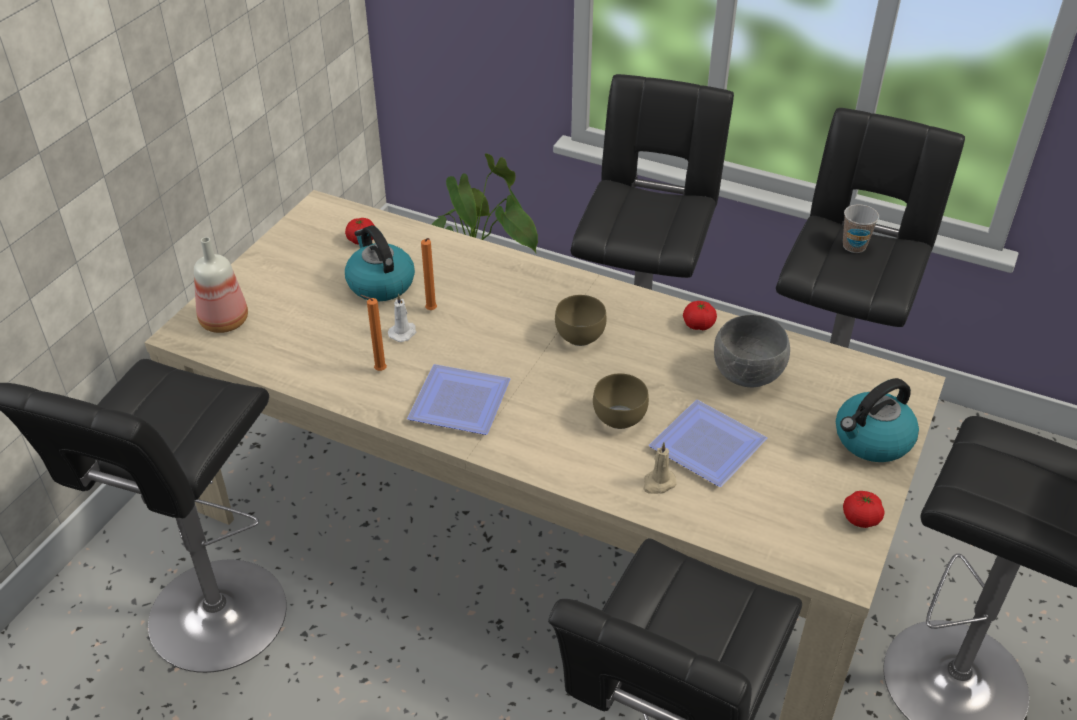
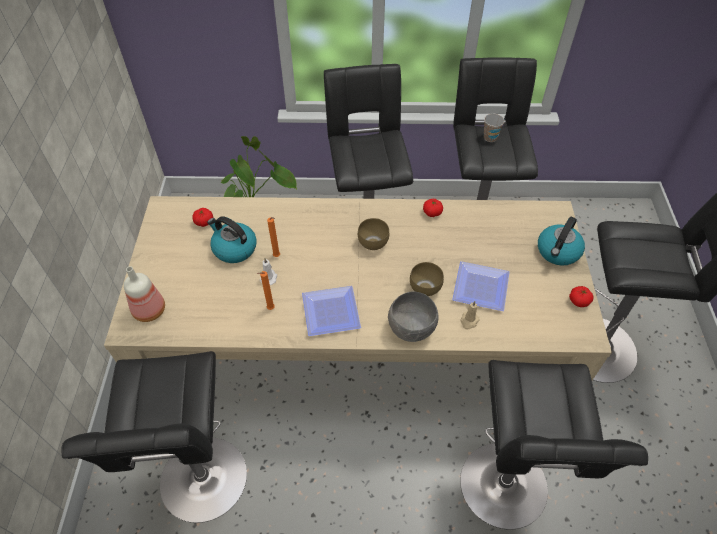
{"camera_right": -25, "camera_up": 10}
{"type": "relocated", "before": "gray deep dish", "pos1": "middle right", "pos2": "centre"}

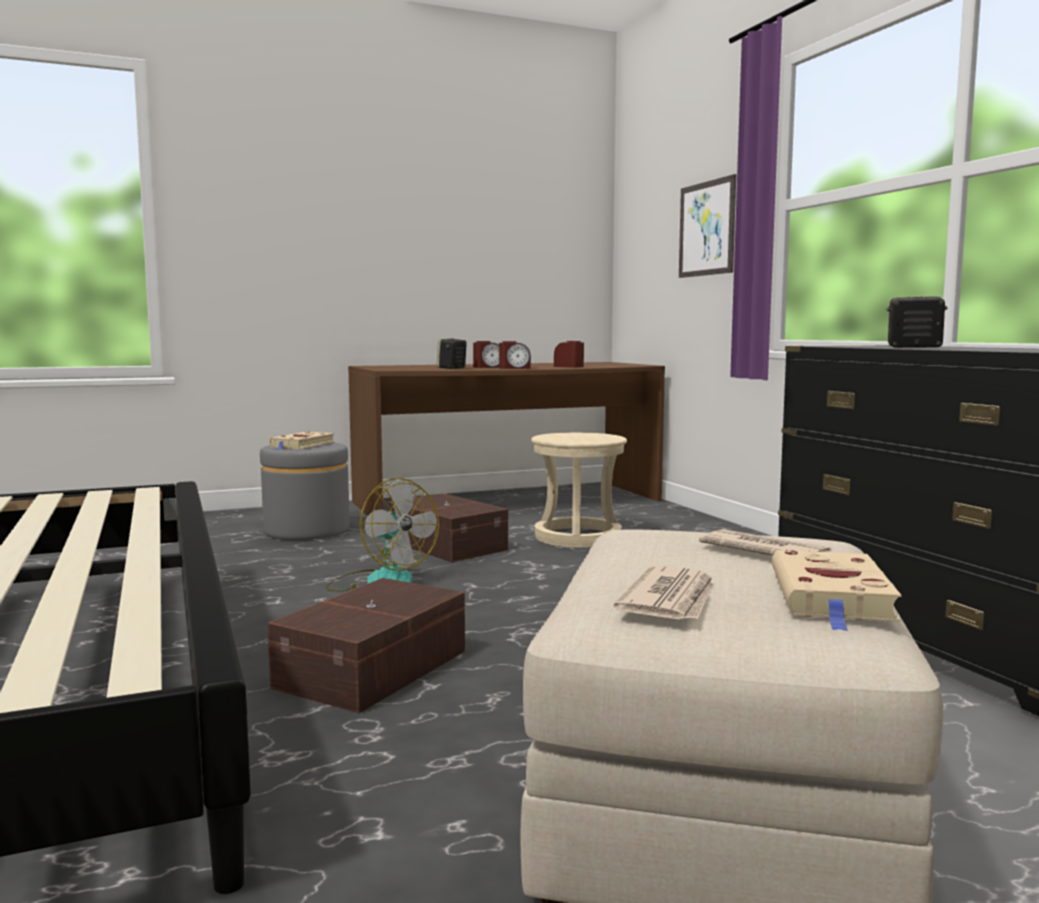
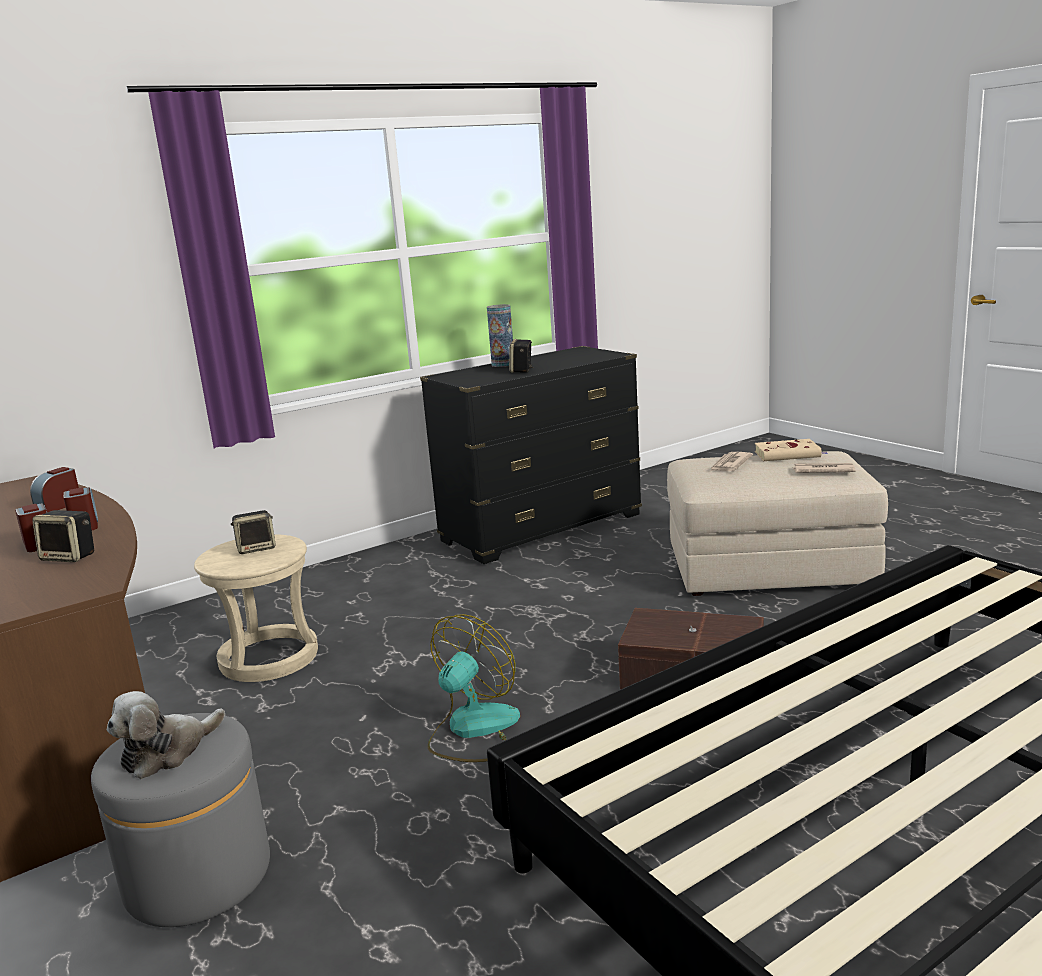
{"camera_right": -100, "camera_up": 10}
{"type": "missing", "before": "wall art", "pos1": "top right"}
{"type": "exchanged", "before": "beige-coloured volume (no. 1 from left)", "after": "plush toy", "pos1": "middle left", "pos2": "bottom left"}
{"type": "missing", "before": "brownish storage box (no. 2 from left)", "pos1": "centre"}
{"type": "appeared", "after": "decorative vase", "pos2": "centre"}
{"type": "appeared", "after": "loudspeaker (no. 2 from left)", "pos2": "middle left"}

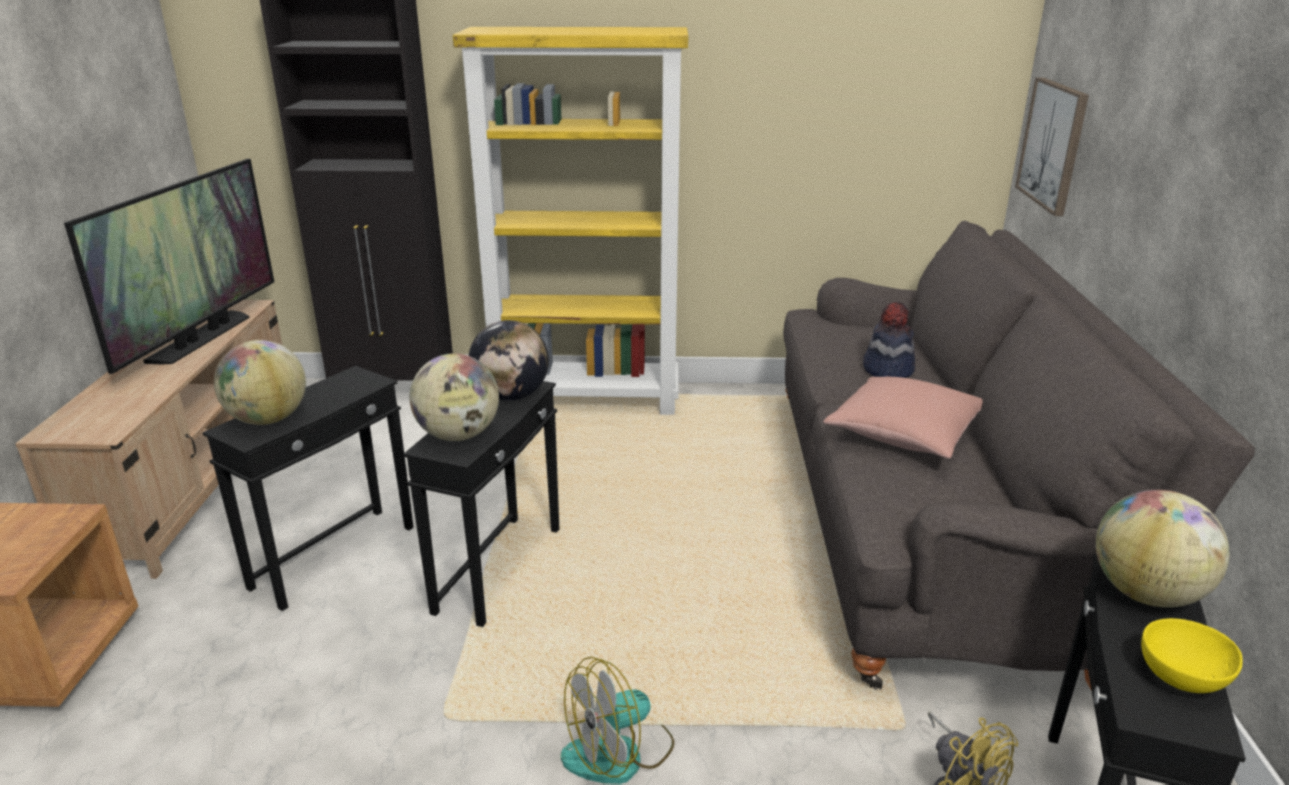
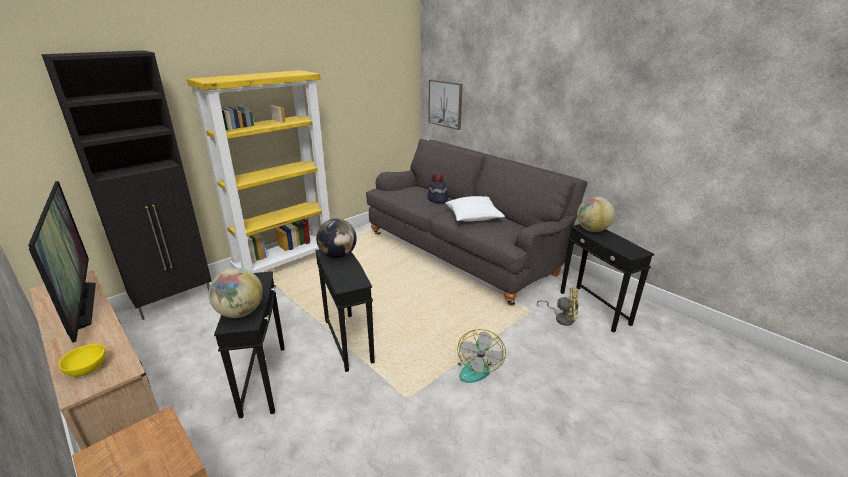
{"camera_right": -45, "camera_up": 0}
{"type": "missing", "before": "globe (no. 2 from left)", "pos1": "centre"}
{"type": "colour", "before": "pink cushion", "after": "white cushion", "pos1": "middle right", "pos2": "centre"}
{"type": "relocated", "before": "yellowish deep dish", "pos1": "bottom right", "pos2": "bottom left"}

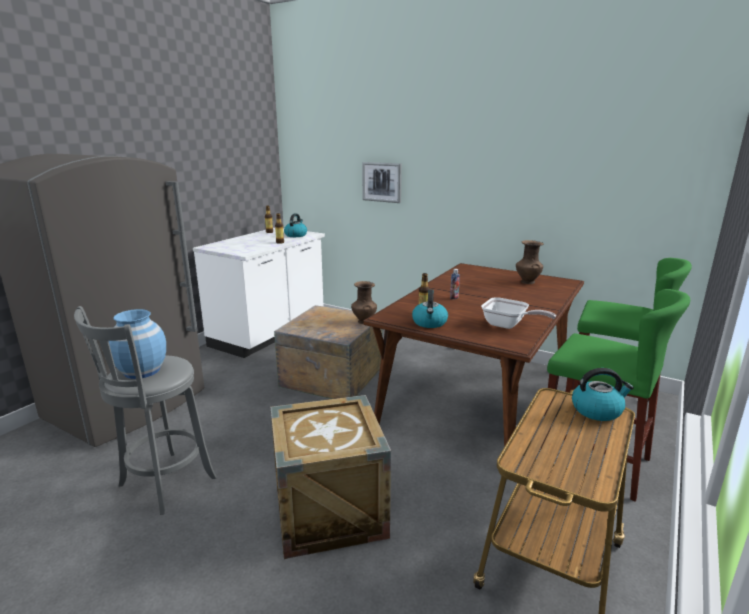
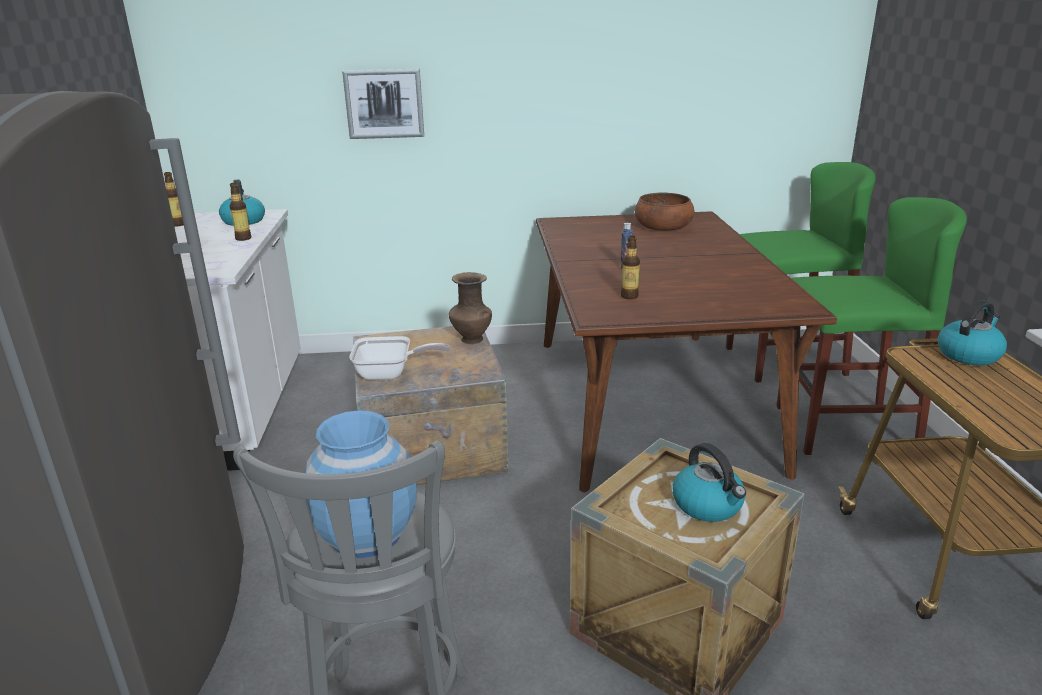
{"camera_right": -35, "camera_up": 5}
{"type": "exchanged", "before": "brownish decorative vase (no. 2 from left)", "after": "brownish deep dish", "pos1": "middle right", "pos2": "top centre"}
{"type": "relocated", "before": "tea kettle (no. 2 from left)", "pos1": "centre", "pos2": "bottom right"}
{"type": "relocated", "before": "skillet", "pos1": "middle right", "pos2": "centre"}

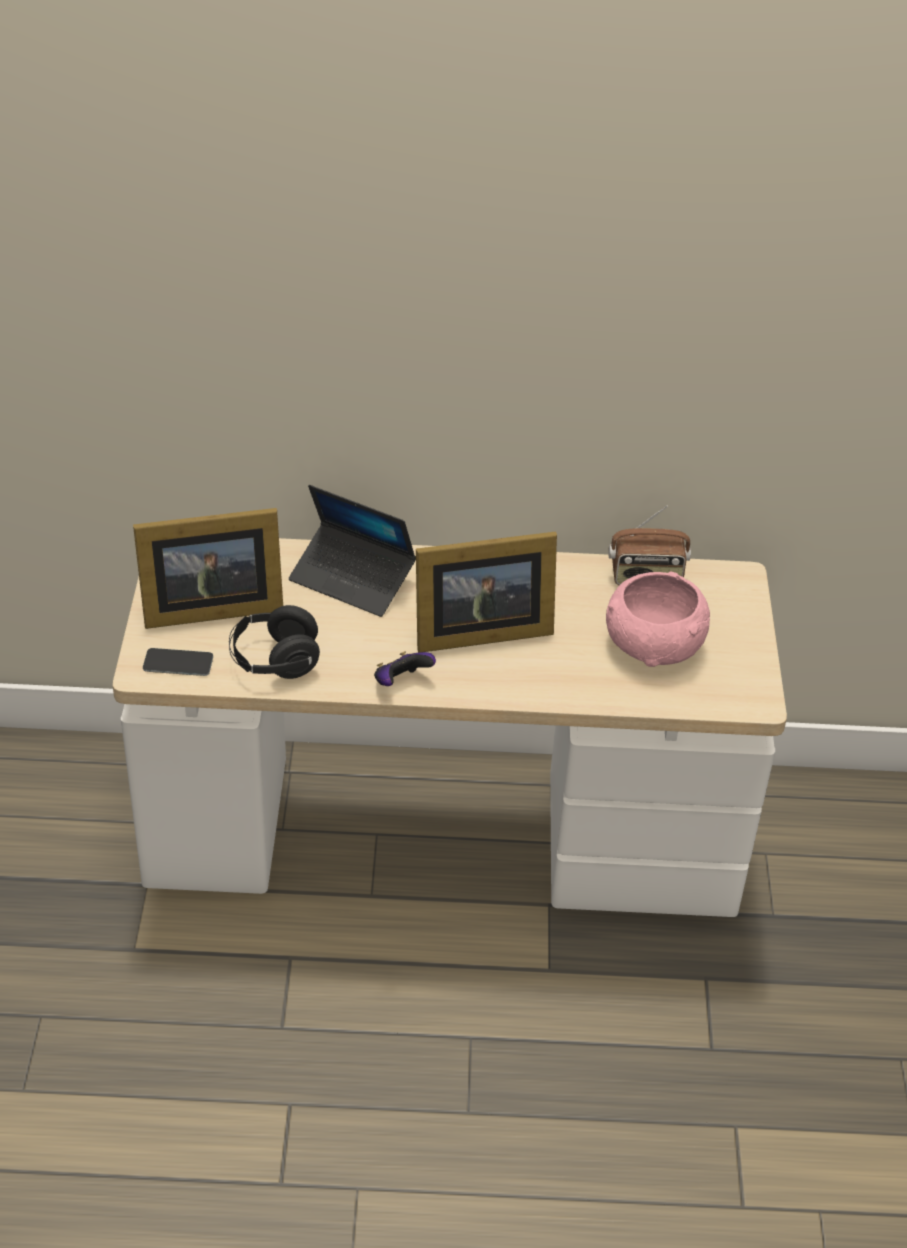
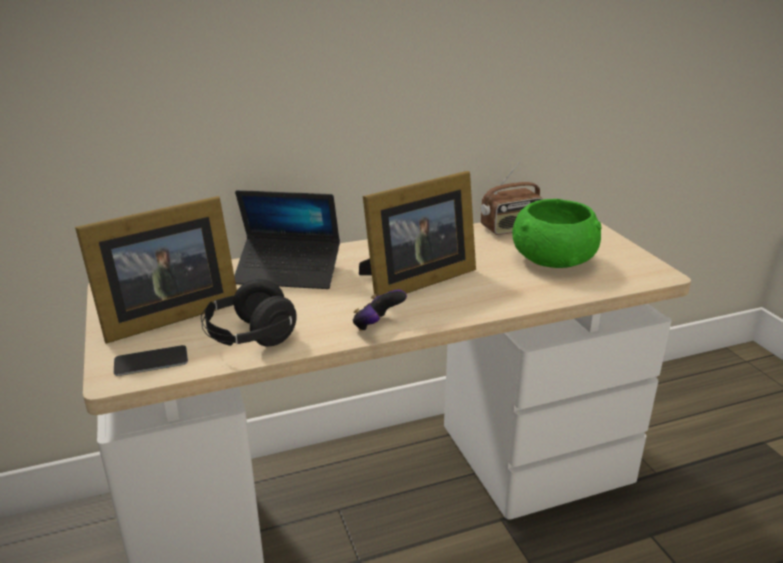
{"camera_right": -20, "camera_up": -15}
{"type": "colour", "before": "pink deep dish", "after": "green deep dish", "pos1": "middle right", "pos2": "middle right"}

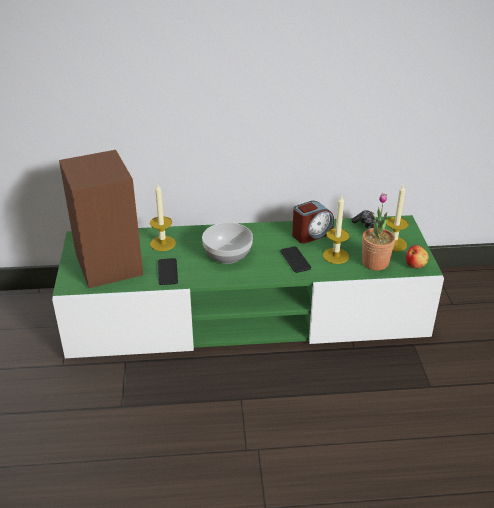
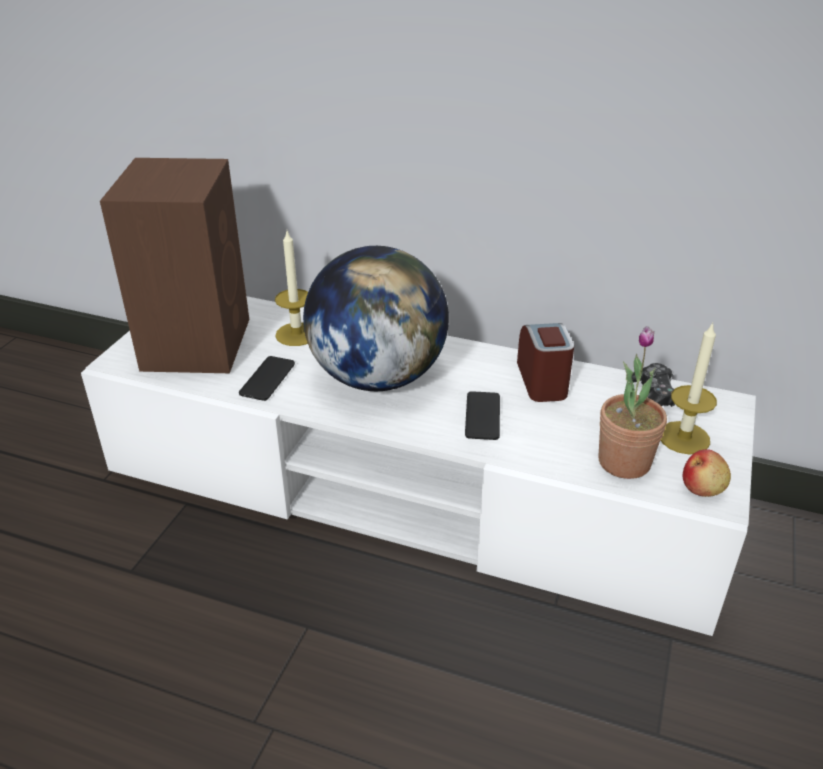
{"camera_right": 25, "camera_up": 0}
{"type": "missing", "before": "wax light (no. 2 from left)", "pos1": "middle right"}
{"type": "spun", "before": "table clock", "pos1": "centre", "pos2": "centre", "turn": -90}
{"type": "colour", "before": "green tv stand", "after": "white tv stand", "pos1": "centre", "pos2": "centre"}
{"type": "exchanged", "before": "deep dish", "after": "globe", "pos1": "centre", "pos2": "centre"}

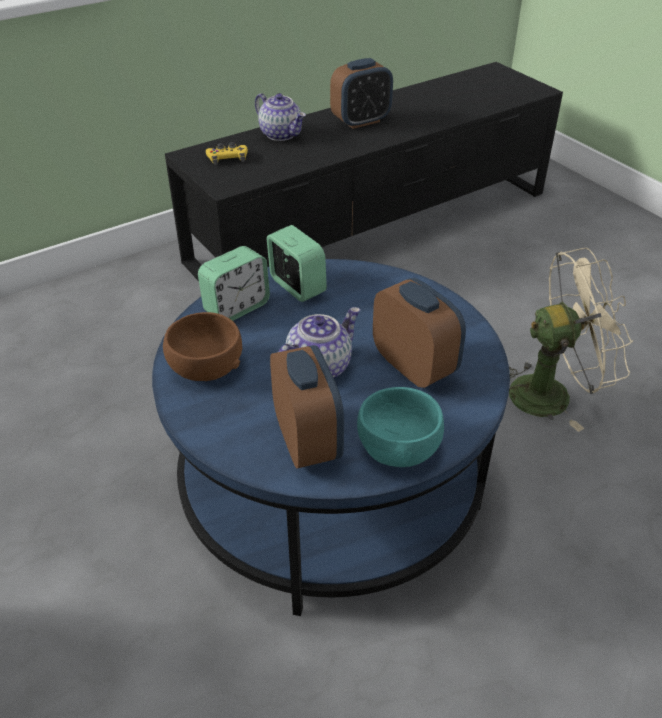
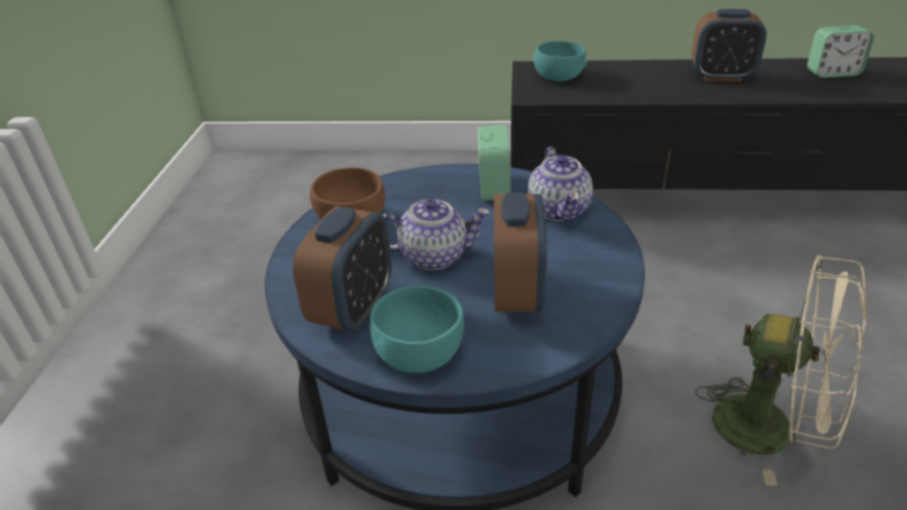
{"camera_right": 40, "camera_up": -5}
{"type": "relocated", "before": "tea pot (no. 1 from left in the first image)", "after": "tea pot (no. 2 from left)", "pos1": "top centre", "pos2": "centre"}
{"type": "exchanged", "before": "yellowish game controller", "after": "turquoise deep dish (no. 2 from left)", "pos1": "top centre", "pos2": "top centre"}
{"type": "relocated", "before": "table clock (no. 1 from left in the first image)", "after": "table clock (no. 5 from left)", "pos1": "centre", "pos2": "top right"}

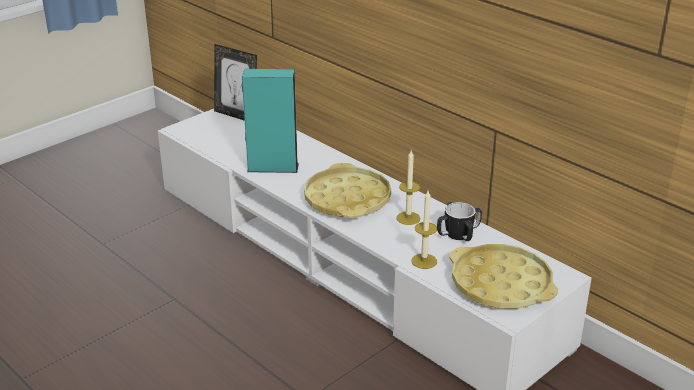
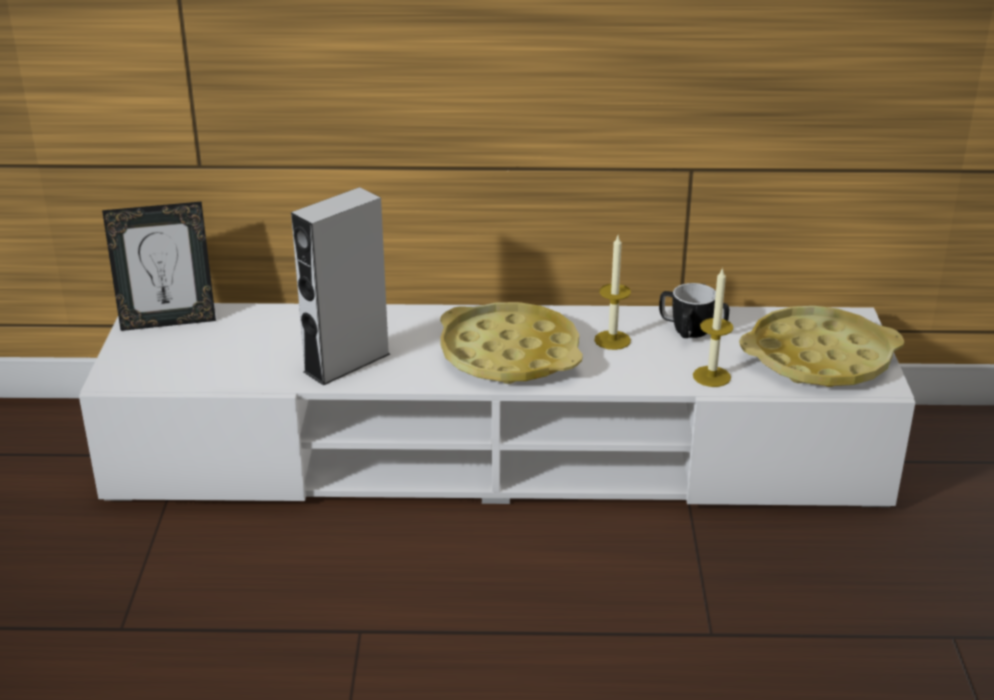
{"camera_right": -45, "camera_up": 0}
{"type": "colour", "before": "turquoise loudspeaker", "after": "gray loudspeaker", "pos1": "top centre", "pos2": "centre"}

